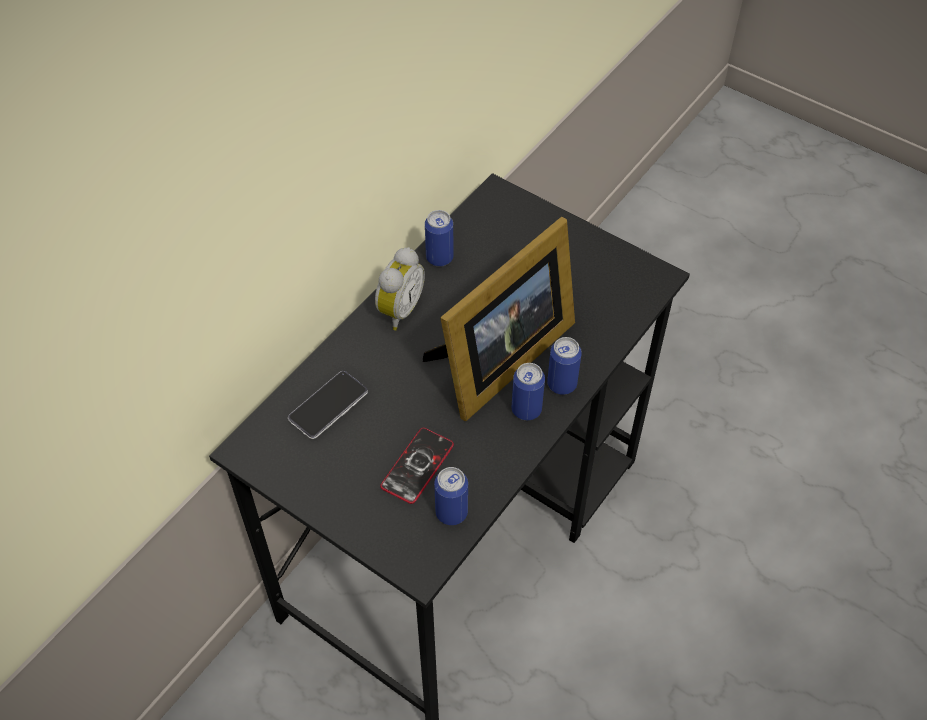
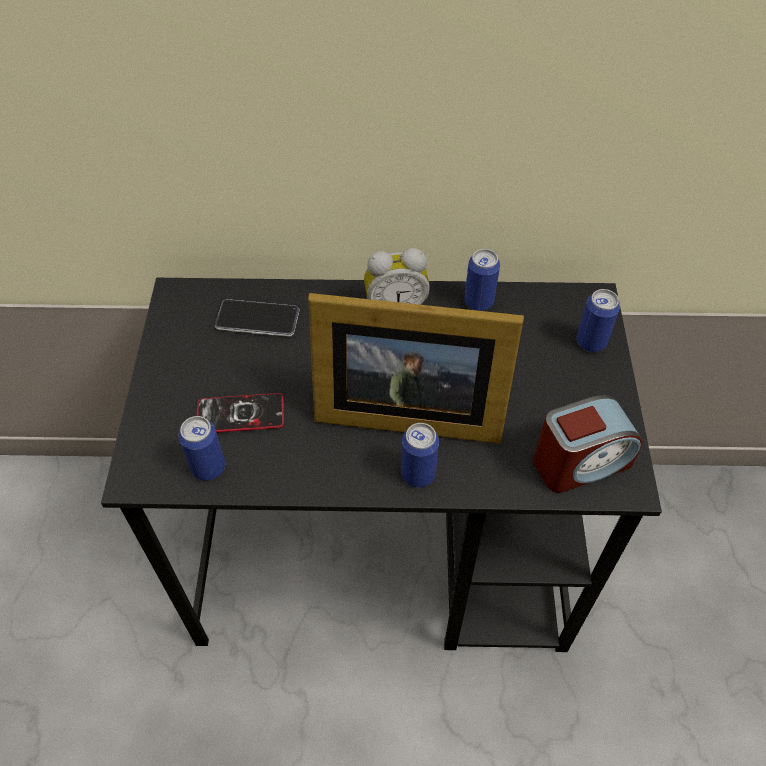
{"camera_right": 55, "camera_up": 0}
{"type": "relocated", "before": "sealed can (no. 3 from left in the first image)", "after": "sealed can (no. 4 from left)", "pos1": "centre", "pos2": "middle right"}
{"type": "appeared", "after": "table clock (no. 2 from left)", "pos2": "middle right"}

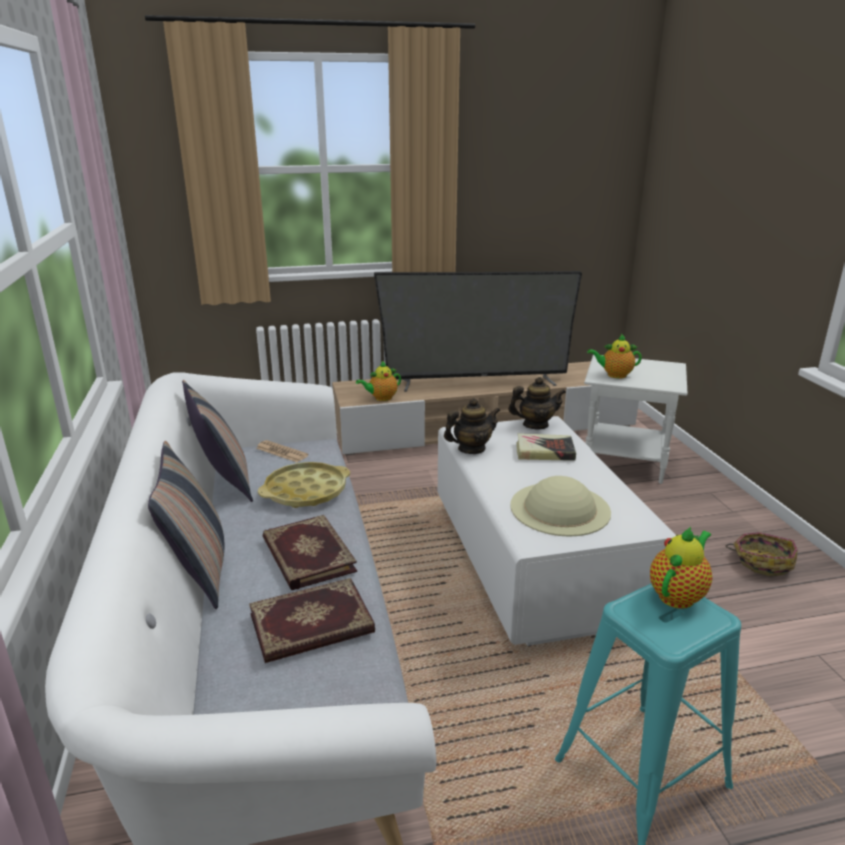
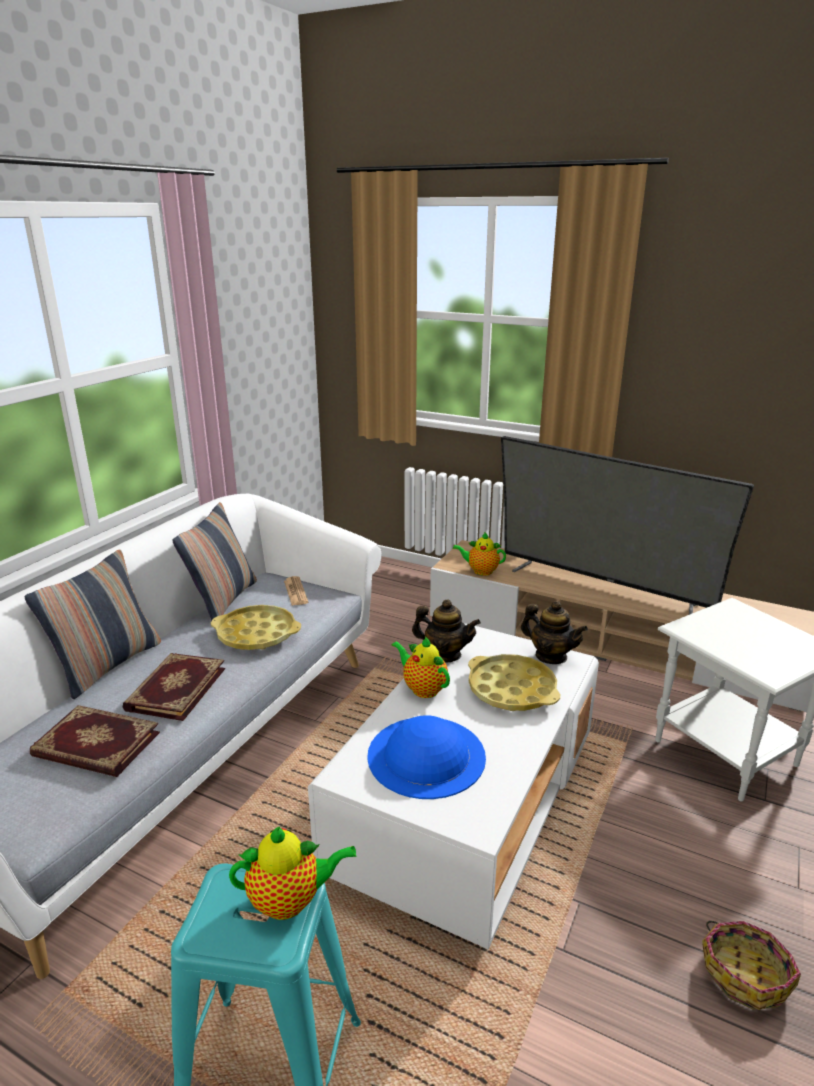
{"camera_right": 40, "camera_up": 0}
{"type": "relocated", "before": "tea pot (no. 4 from left in the first image)", "after": "tea pot (no. 2 from left)", "pos1": "middle right", "pos2": "centre"}
{"type": "exchanged", "before": "volume (no. 3 from left)", "after": "yellowish tray (no. 2 from left)", "pos1": "centre", "pos2": "centre"}
{"type": "colour", "before": "beige-coloured clothing hat", "after": "blue clothing hat", "pos1": "centre", "pos2": "bottom centre"}

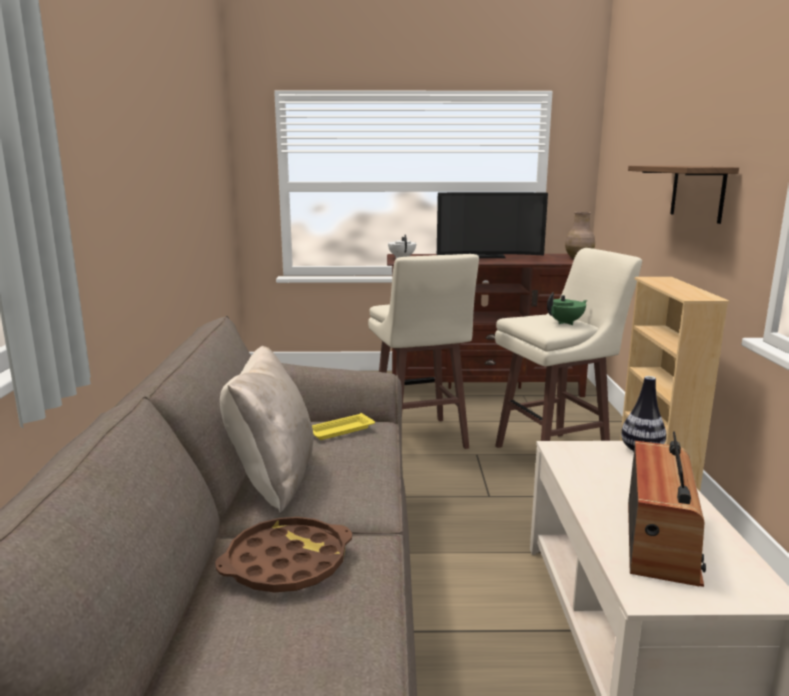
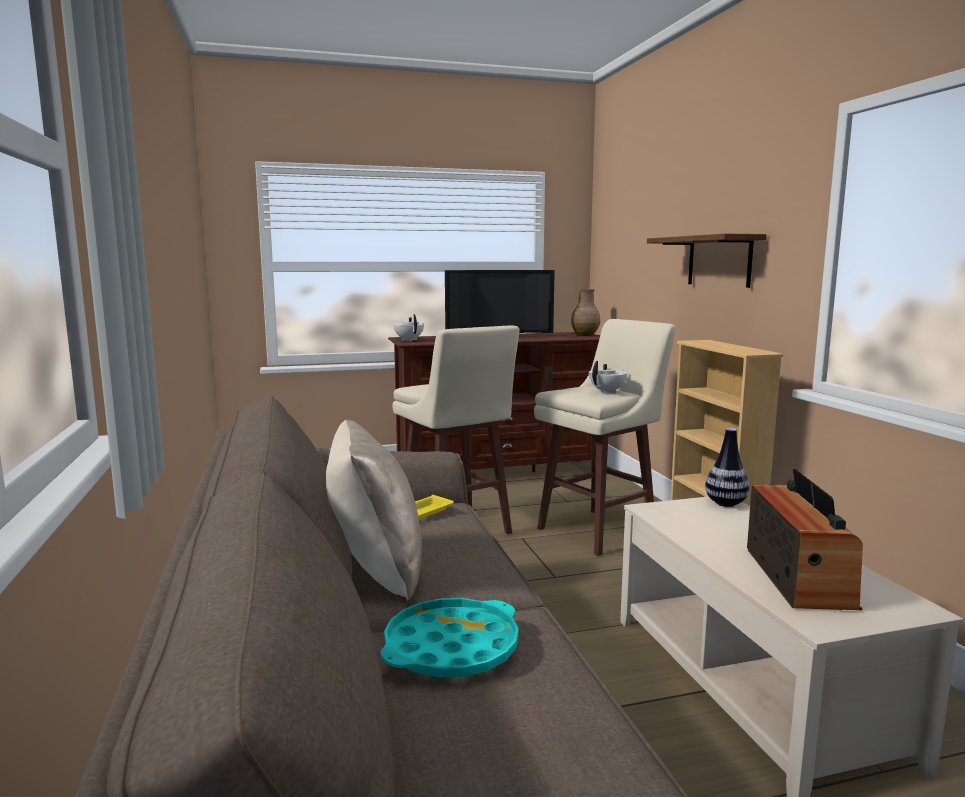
{"camera_right": -15, "camera_up": -5}
{"type": "colour", "before": "green tea pot", "after": "white tea pot (no. 2 from left)", "pos1": "middle right", "pos2": "centre"}
{"type": "colour", "before": "brownish tray", "after": "turquoise tray", "pos1": "bottom centre", "pos2": "bottom centre"}

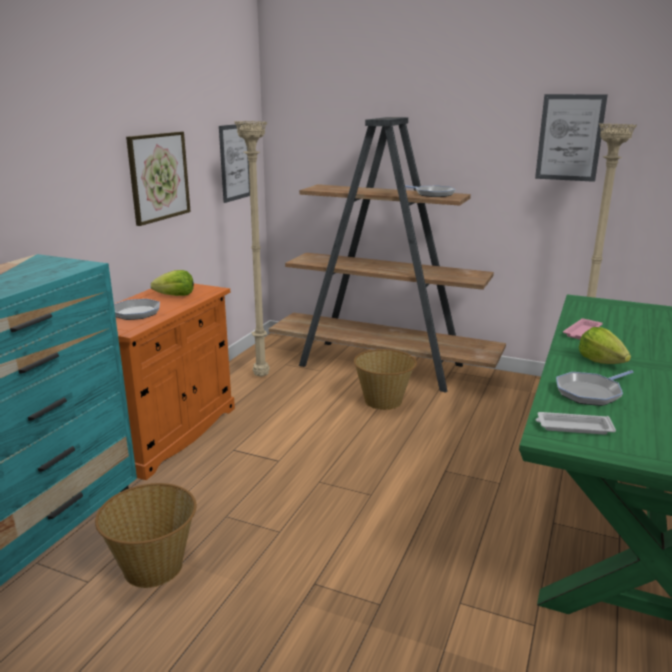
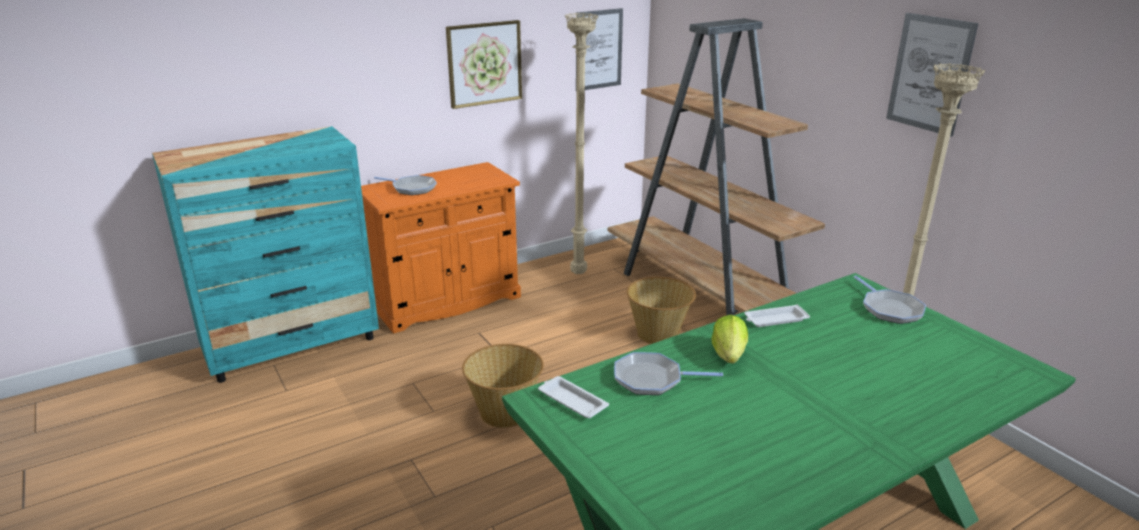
{"camera_right": 35, "camera_up": 5}
{"type": "relocated", "before": "skillet (no. 2 from left in the first image)", "after": "skillet (no. 3 from left)", "pos1": "top centre", "pos2": "middle right"}
{"type": "missing", "before": "lettuce head (no. 1 from left)", "pos1": "middle left"}
{"type": "colour", "before": "pink tray", "after": "white tray (no. 2 from left)", "pos1": "middle right", "pos2": "middle right"}
{"type": "relocated", "before": "household basket (no. 1 from left)", "pos1": "bottom left", "pos2": "bottom centre"}

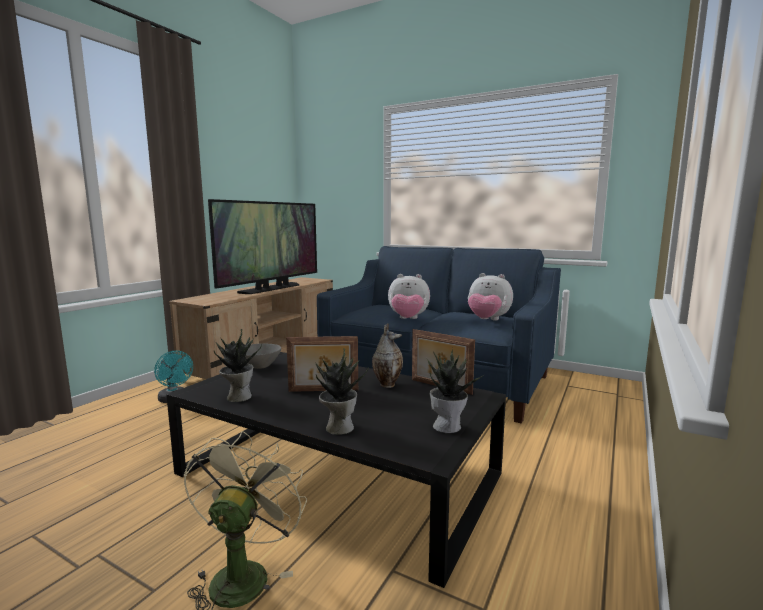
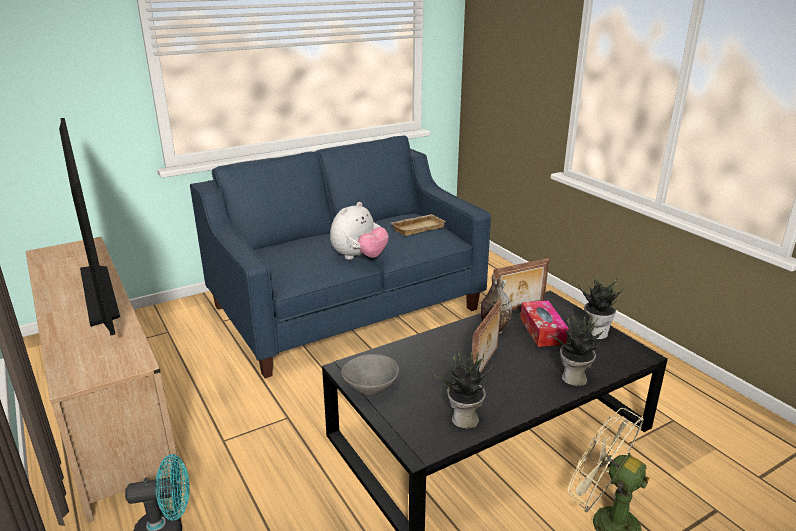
{"camera_right": -60, "camera_up": 15}
{"type": "exchanged", "before": "plush toy (no. 2 from left)", "after": "beige-coloured tray", "pos1": "centre", "pos2": "centre"}
{"type": "appeared", "after": "box of tissues", "pos2": "middle right"}

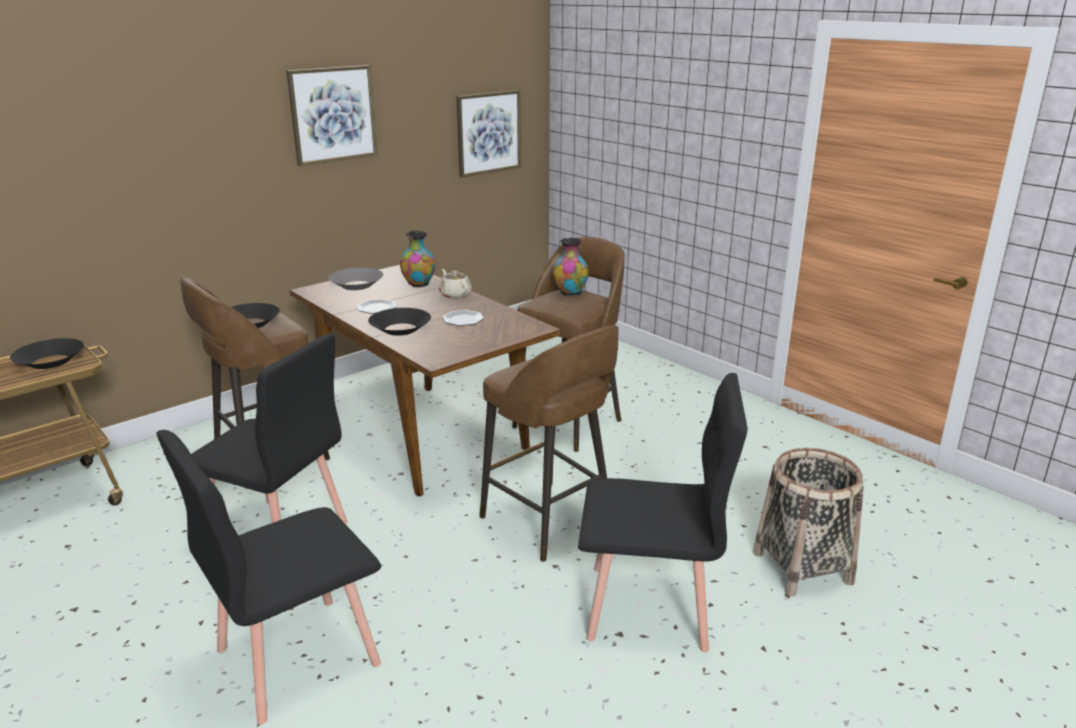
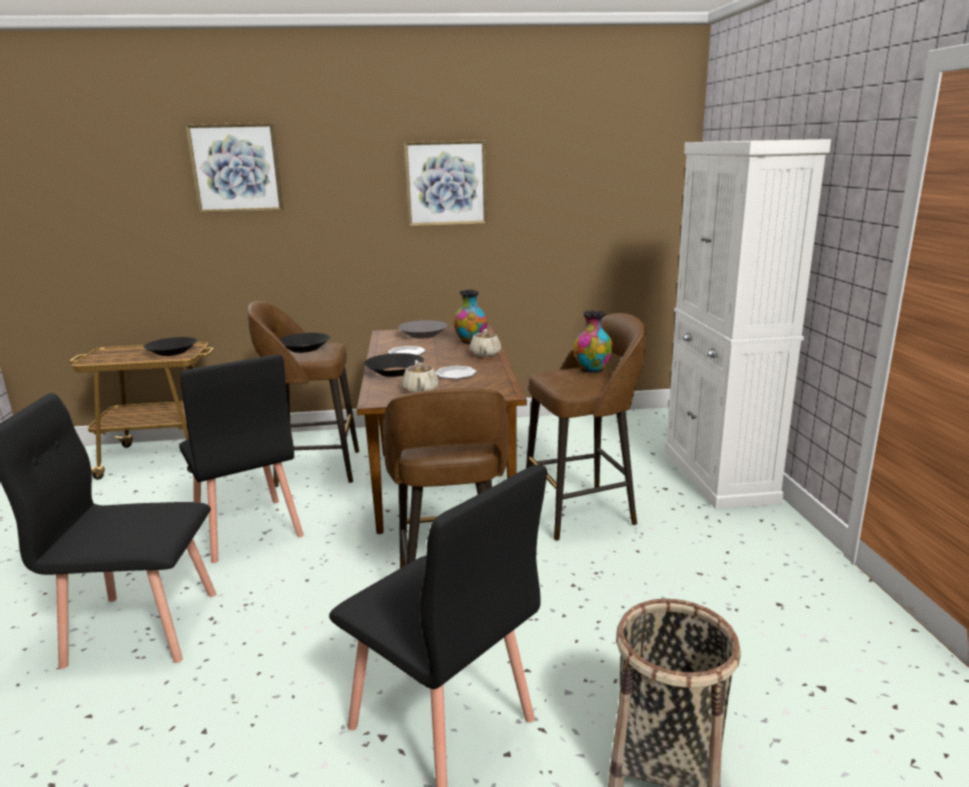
{"camera_right": 35, "camera_up": -5}
{"type": "relocated", "before": "wall art (no. 2 from left in the first image)", "after": "wall art (no. 1 from left)", "pos1": "top centre", "pos2": "top left"}
{"type": "appeared", "after": "white cabinet", "pos2": "middle right"}
{"type": "appeared", "after": "beige-coloured tea pot (no. 1 from left)", "pos2": "centre"}

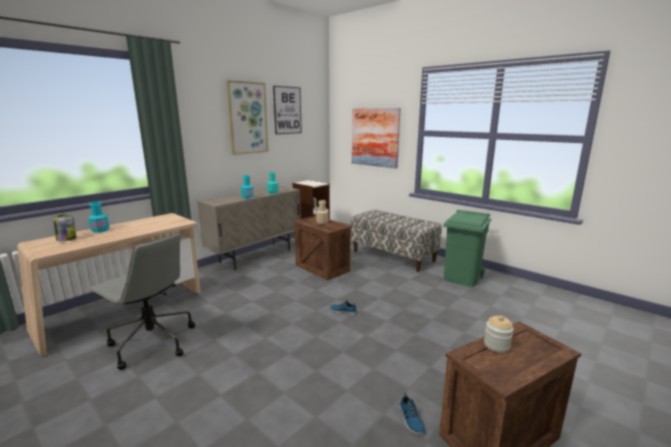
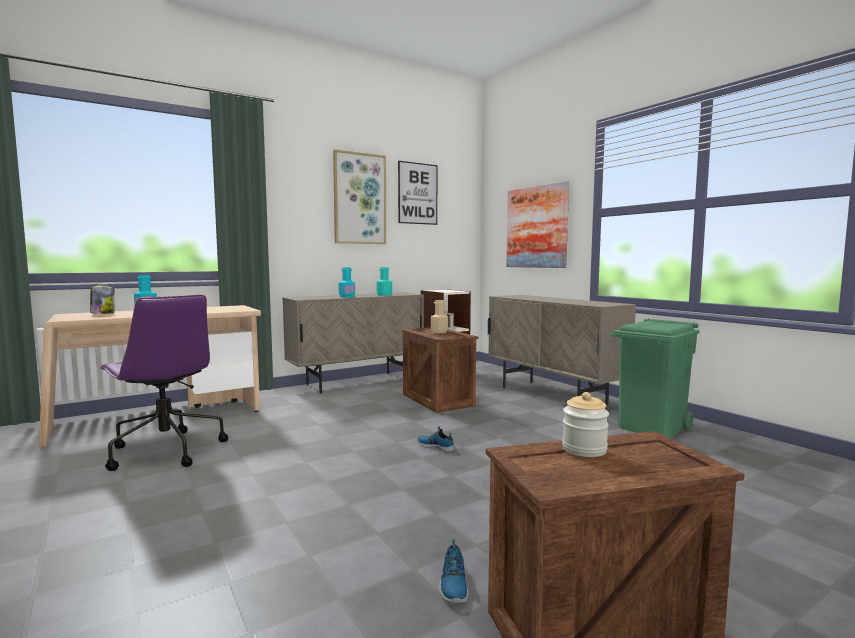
{"camera_right": 15, "camera_up": -10}
{"type": "exchanged", "before": "long seat", "after": "beige-coloured cabinet (no. 2 from left)", "pos1": "centre", "pos2": "centre"}
{"type": "colour", "before": "gray office chair", "after": "purple-coloured office chair", "pos1": "bottom left", "pos2": "middle left"}

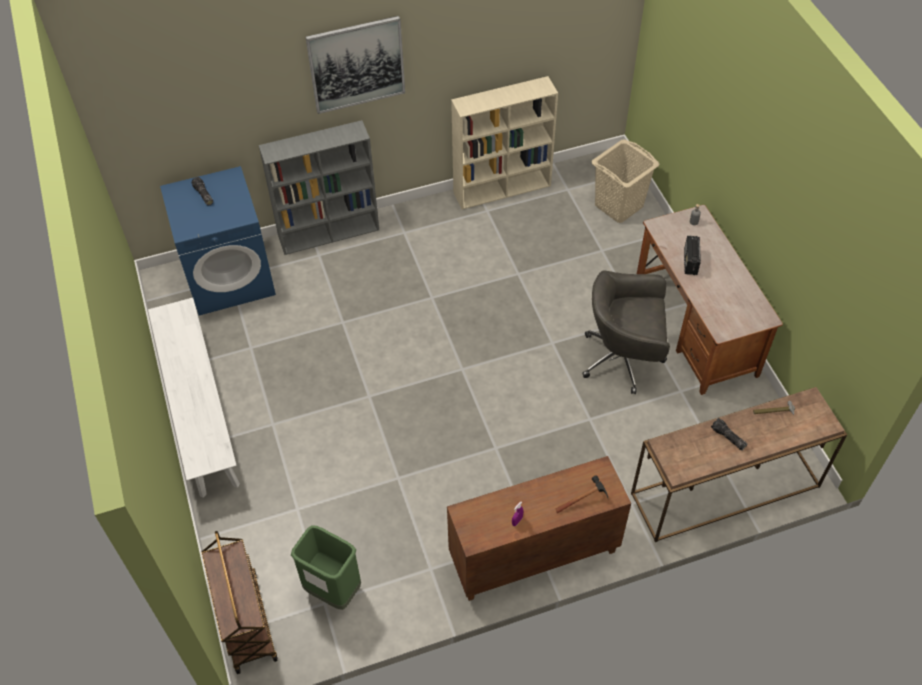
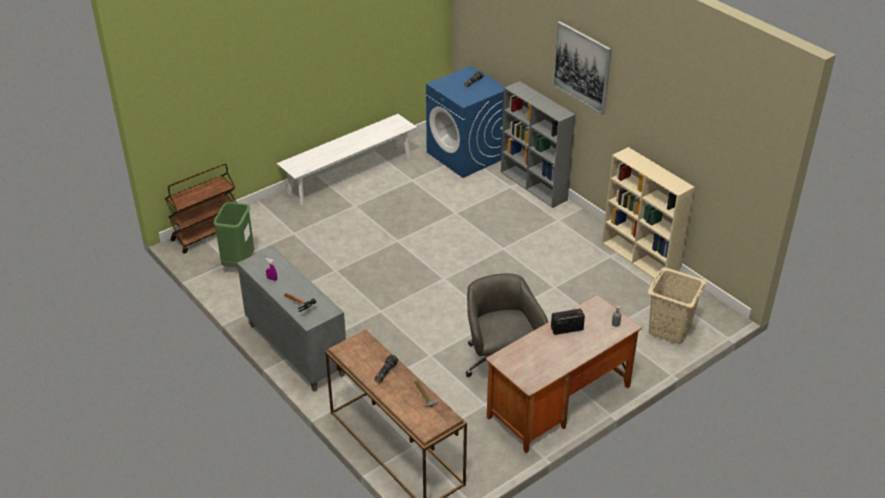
{"camera_right": 70, "camera_up": -15}
{"type": "colour", "before": "brownish cabinet", "after": "gray cabinet", "pos1": "bottom centre", "pos2": "middle left"}

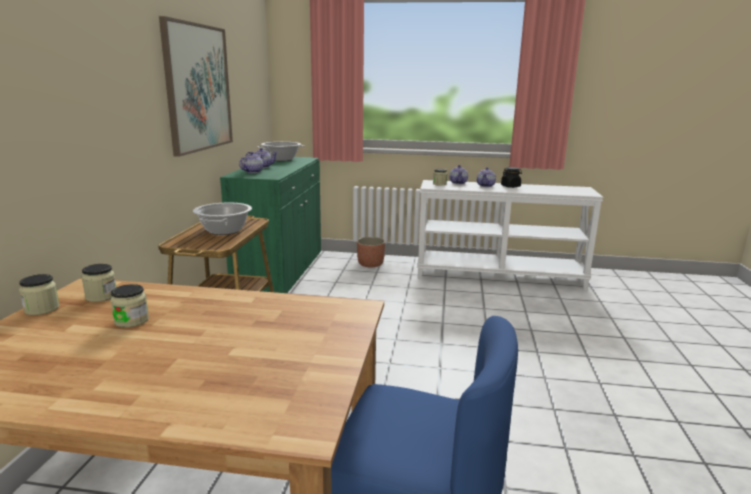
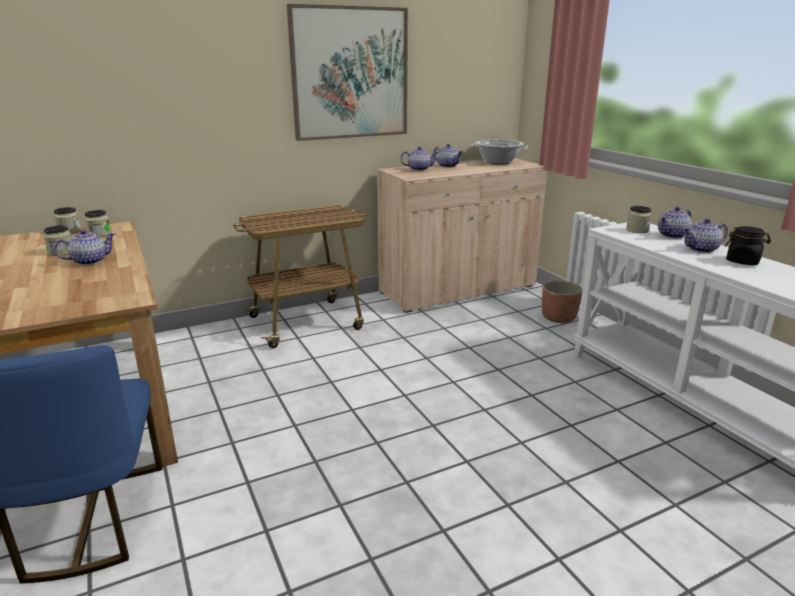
{"camera_right": 55, "camera_up": 5}
{"type": "colour", "before": "green cabinet", "after": "beige-coloured cabinet", "pos1": "centre", "pos2": "centre"}
{"type": "missing", "before": "saucepot (no. 1 from left)", "pos1": "middle left"}
{"type": "appeared", "after": "tea pot (no. 1 from left)", "pos2": "middle left"}

